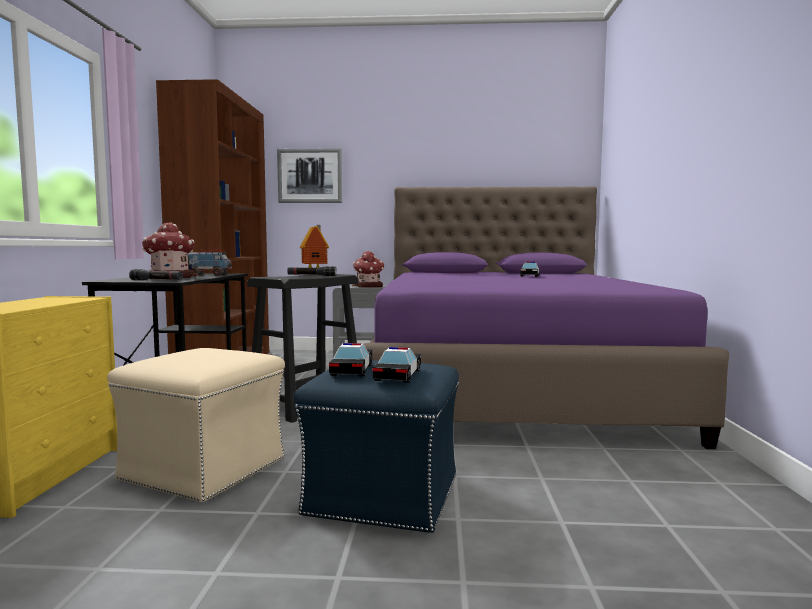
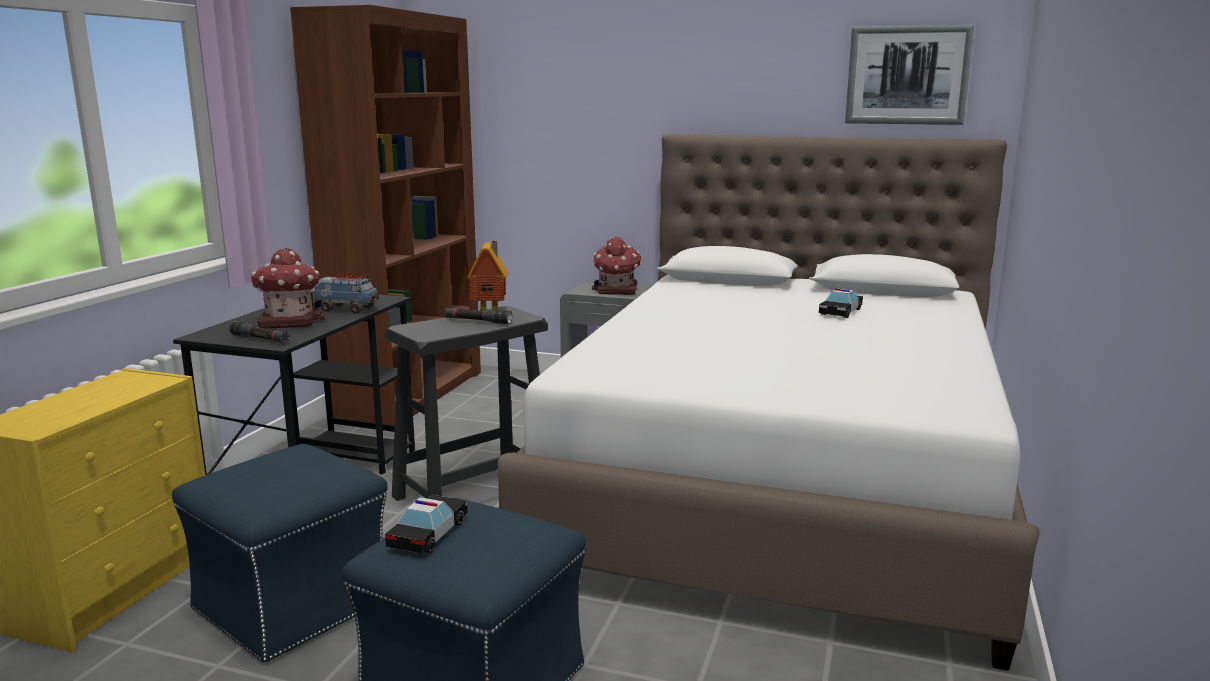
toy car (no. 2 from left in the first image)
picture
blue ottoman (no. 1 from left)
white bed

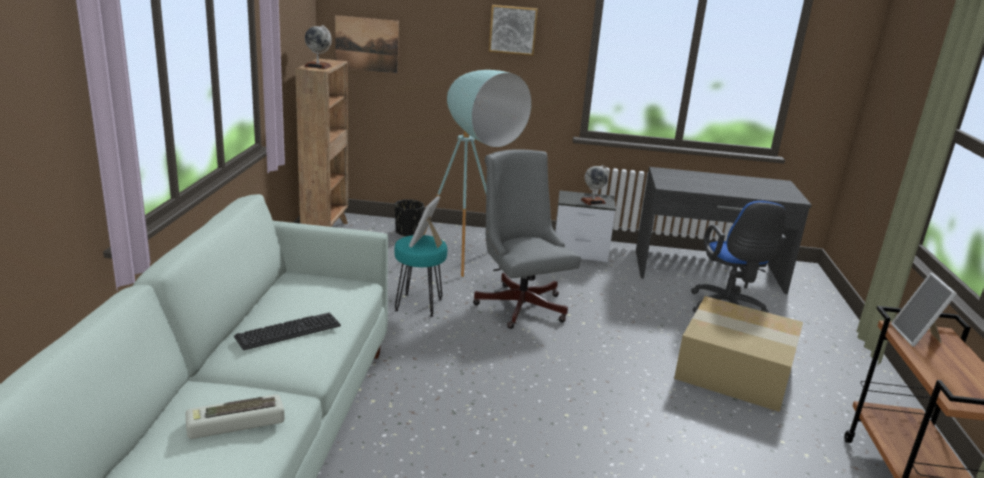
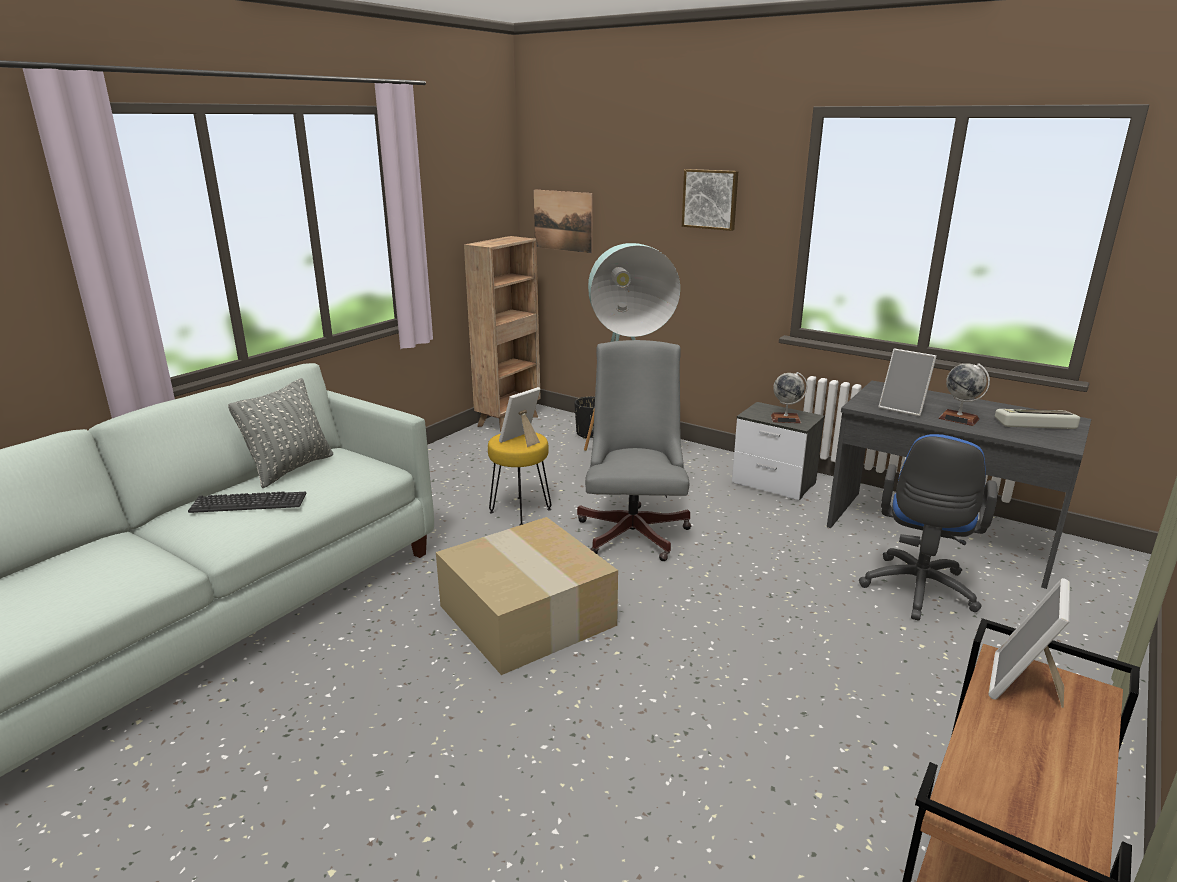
grey pillow
picture frame (no. 2 from left)
keyboard (no. 2 from left)
globe (no. 2 from left)
cardboard box
yellow stool

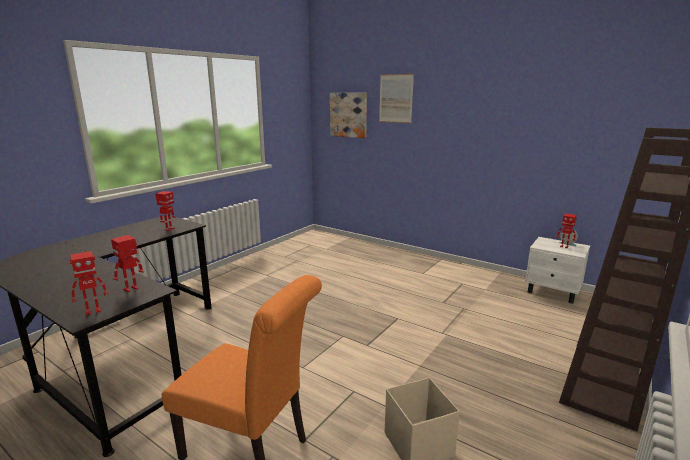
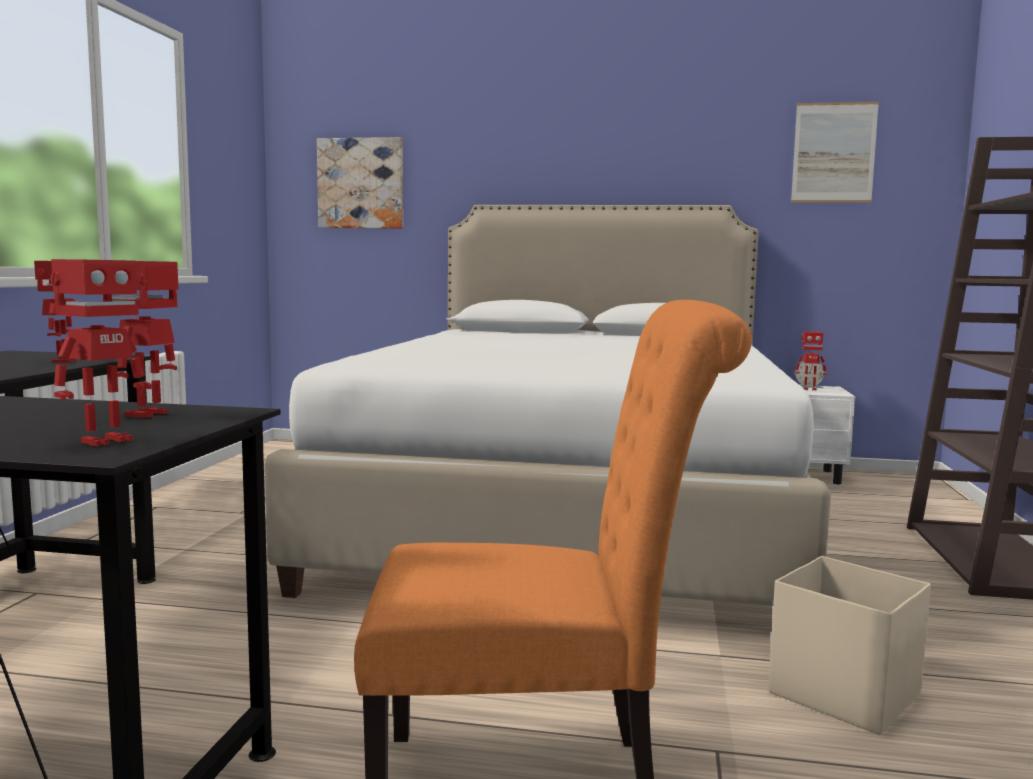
white bed
picture (no. 2 from left)

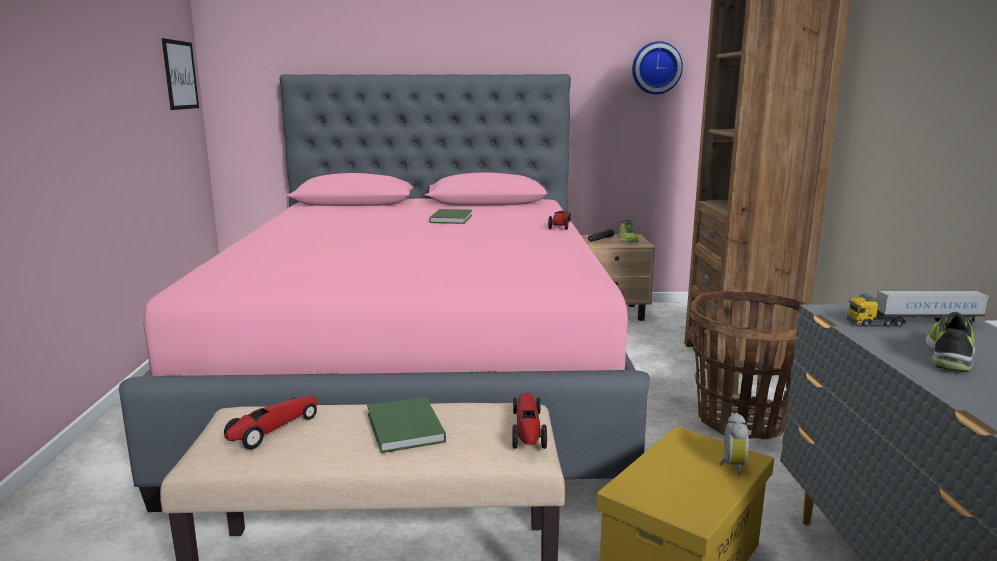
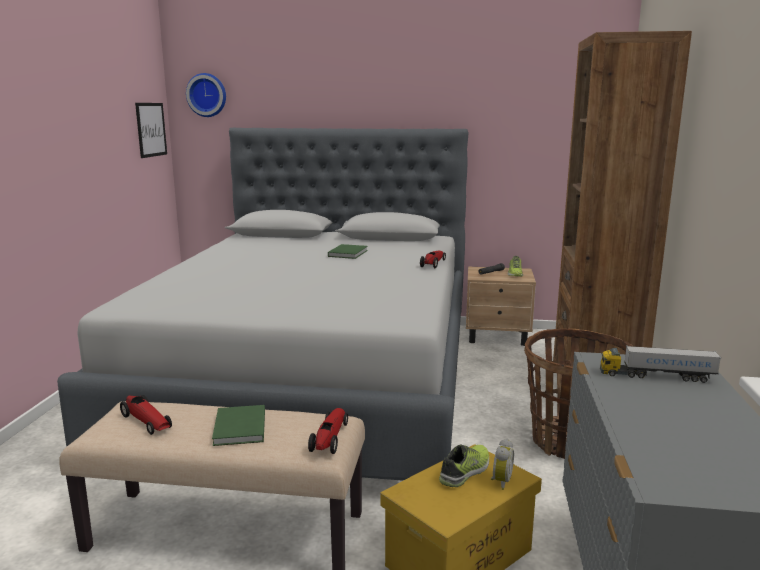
wall clock
shoe (no. 1 from left)
grey bed
toy car (no. 1 from left)

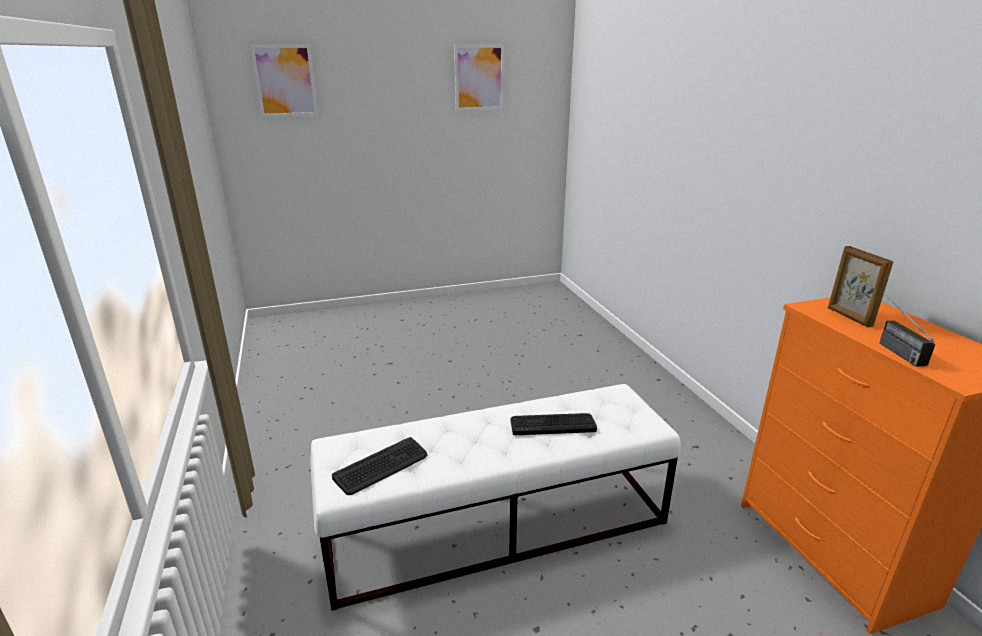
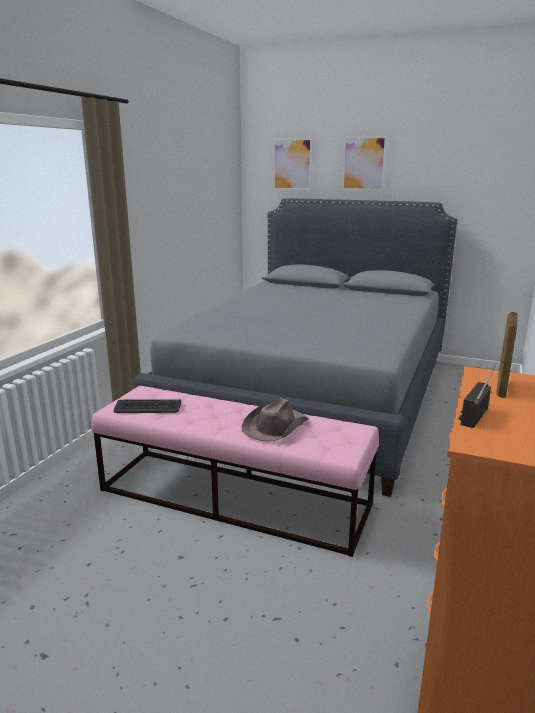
grey bed
picture (no. 2 from left)
brown hat
pink bench

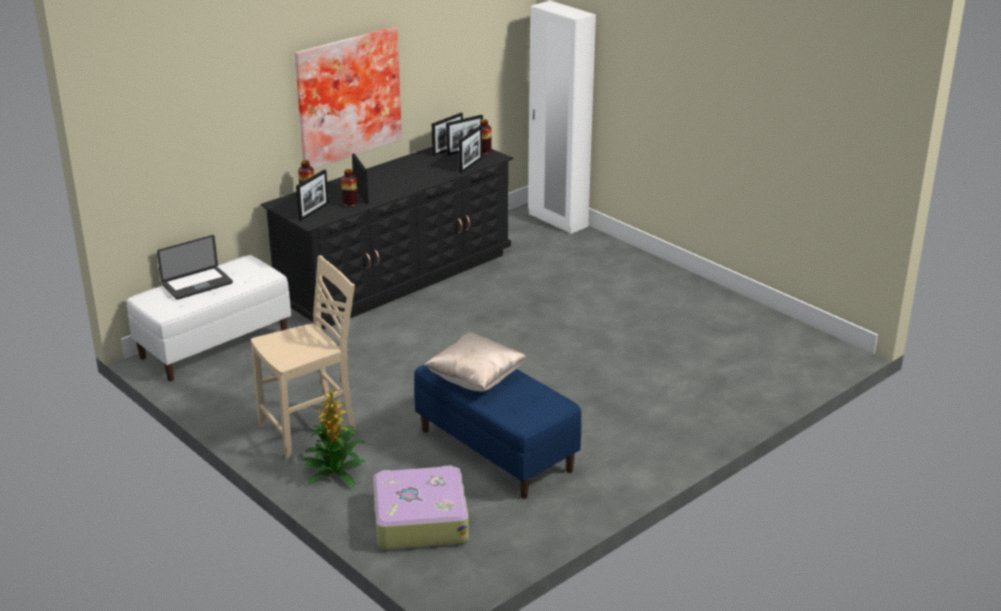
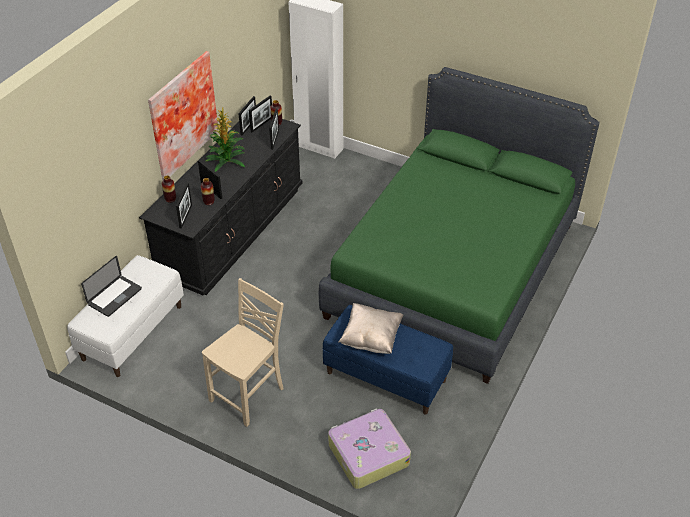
green bed
potted plant

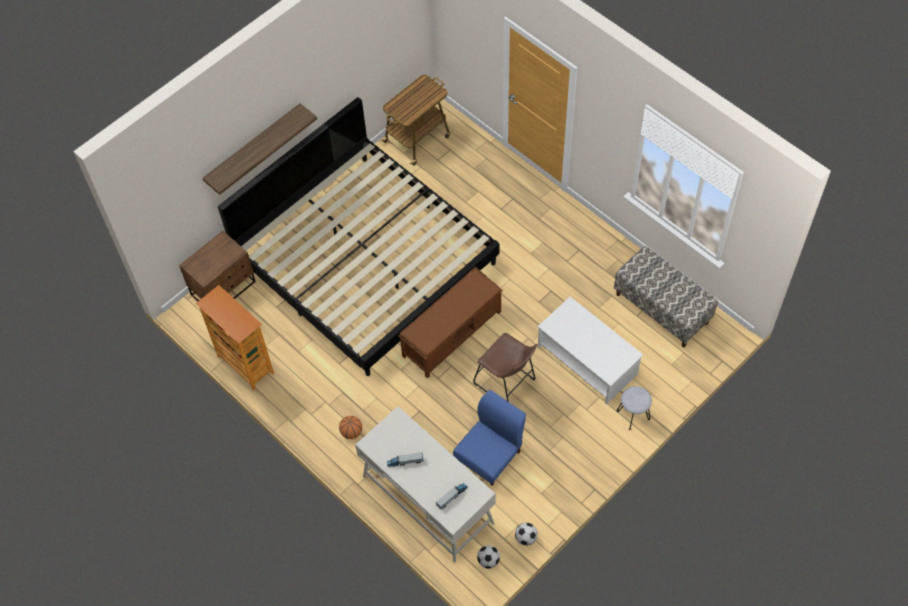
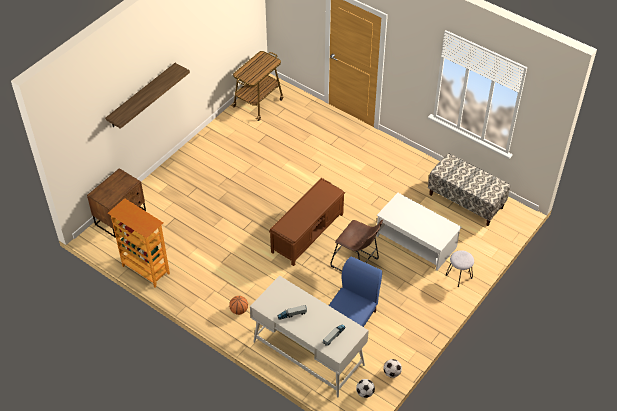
bed

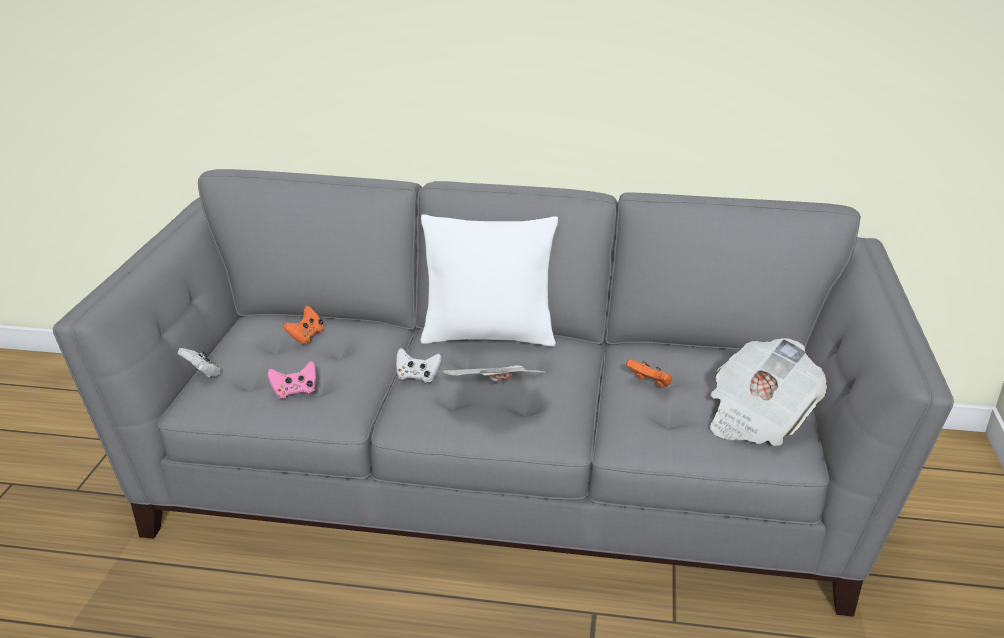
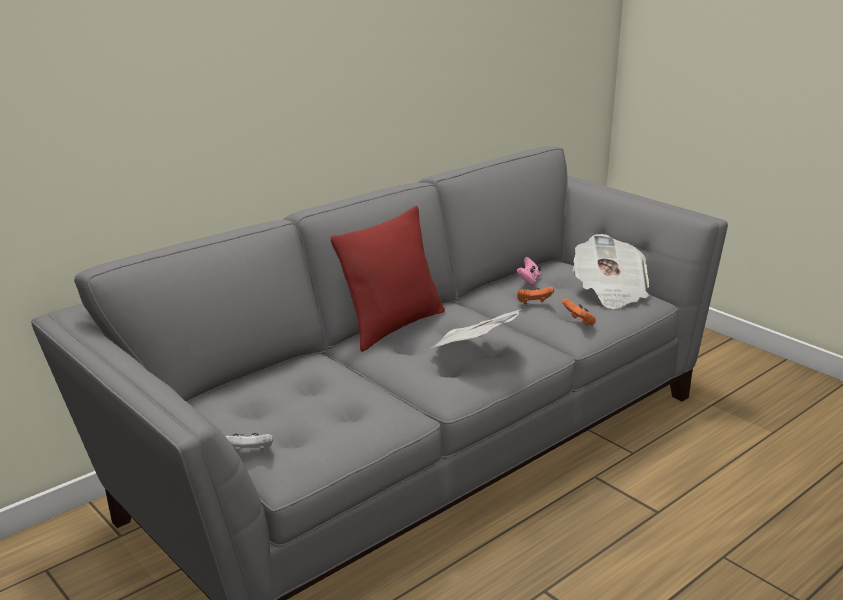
white game controller (no. 2 from left in the first image)
pink game controller
orange game controller (no. 2 from left)
red pillow

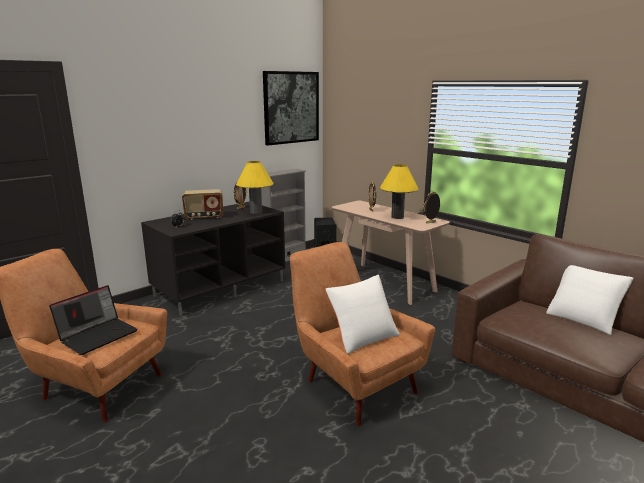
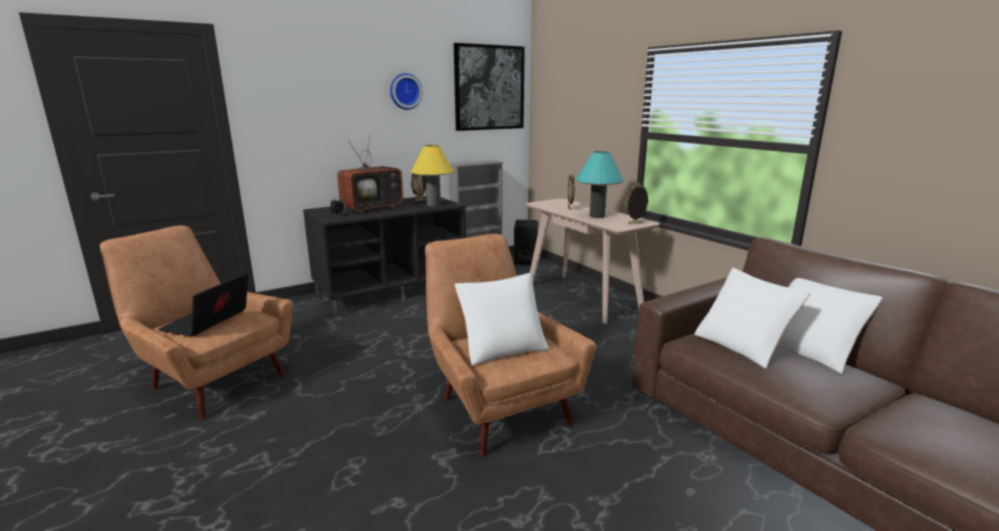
wall clock
white pillow (no. 2 from left)
television
turquoise table lamp
laptop

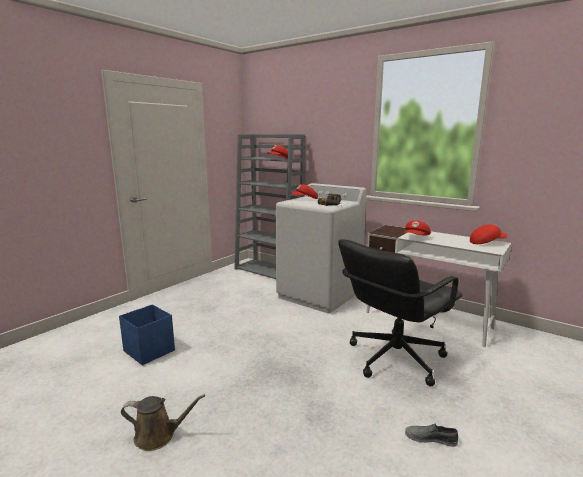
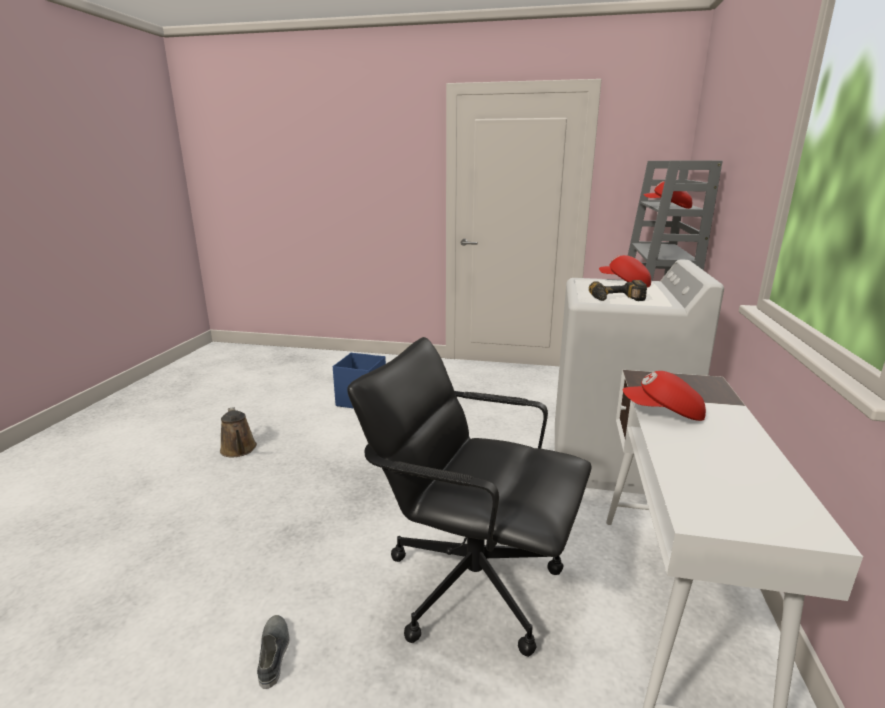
red cap (no. 4 from left in the first image)

